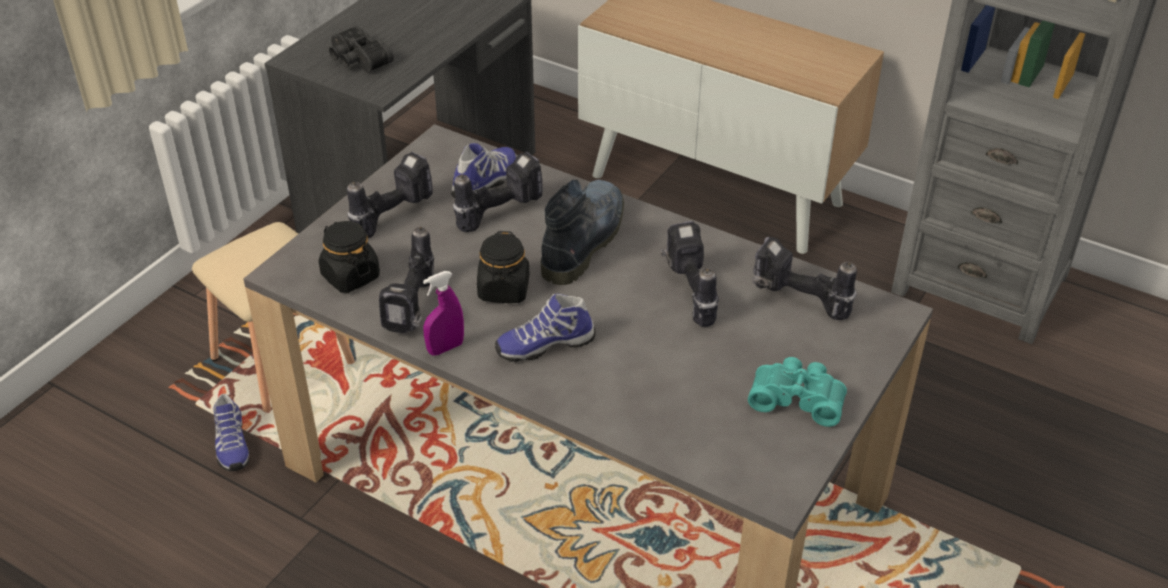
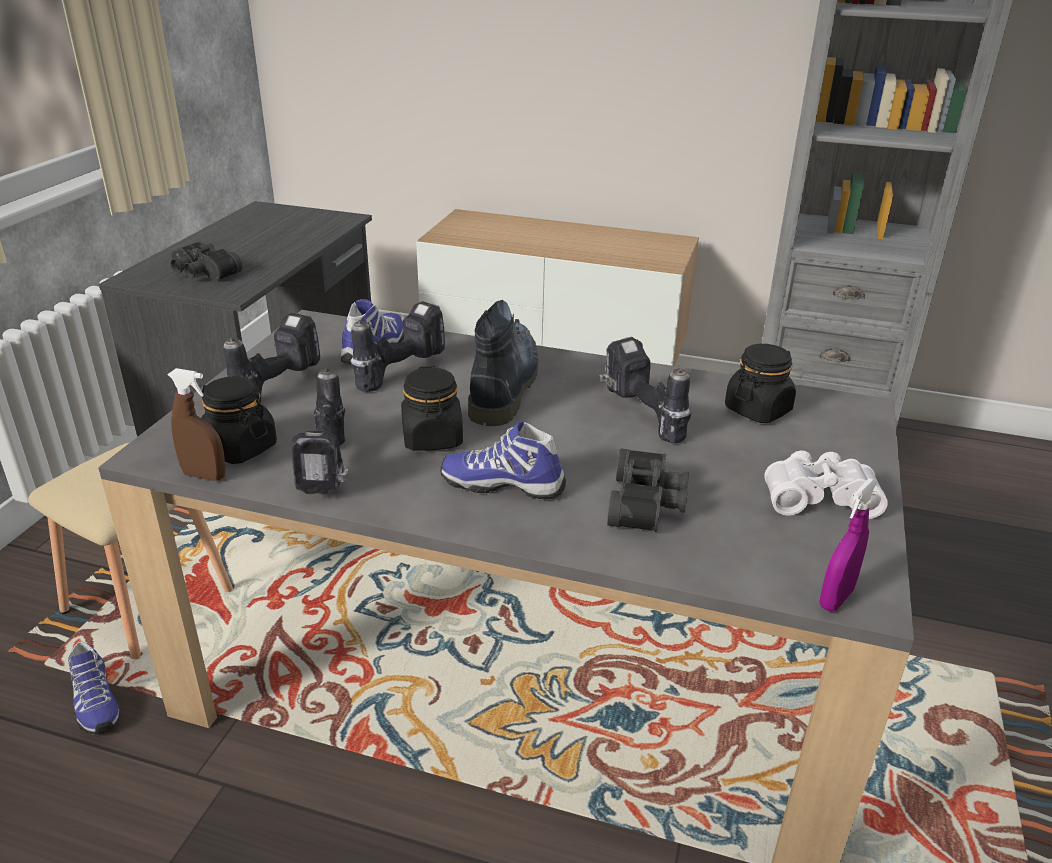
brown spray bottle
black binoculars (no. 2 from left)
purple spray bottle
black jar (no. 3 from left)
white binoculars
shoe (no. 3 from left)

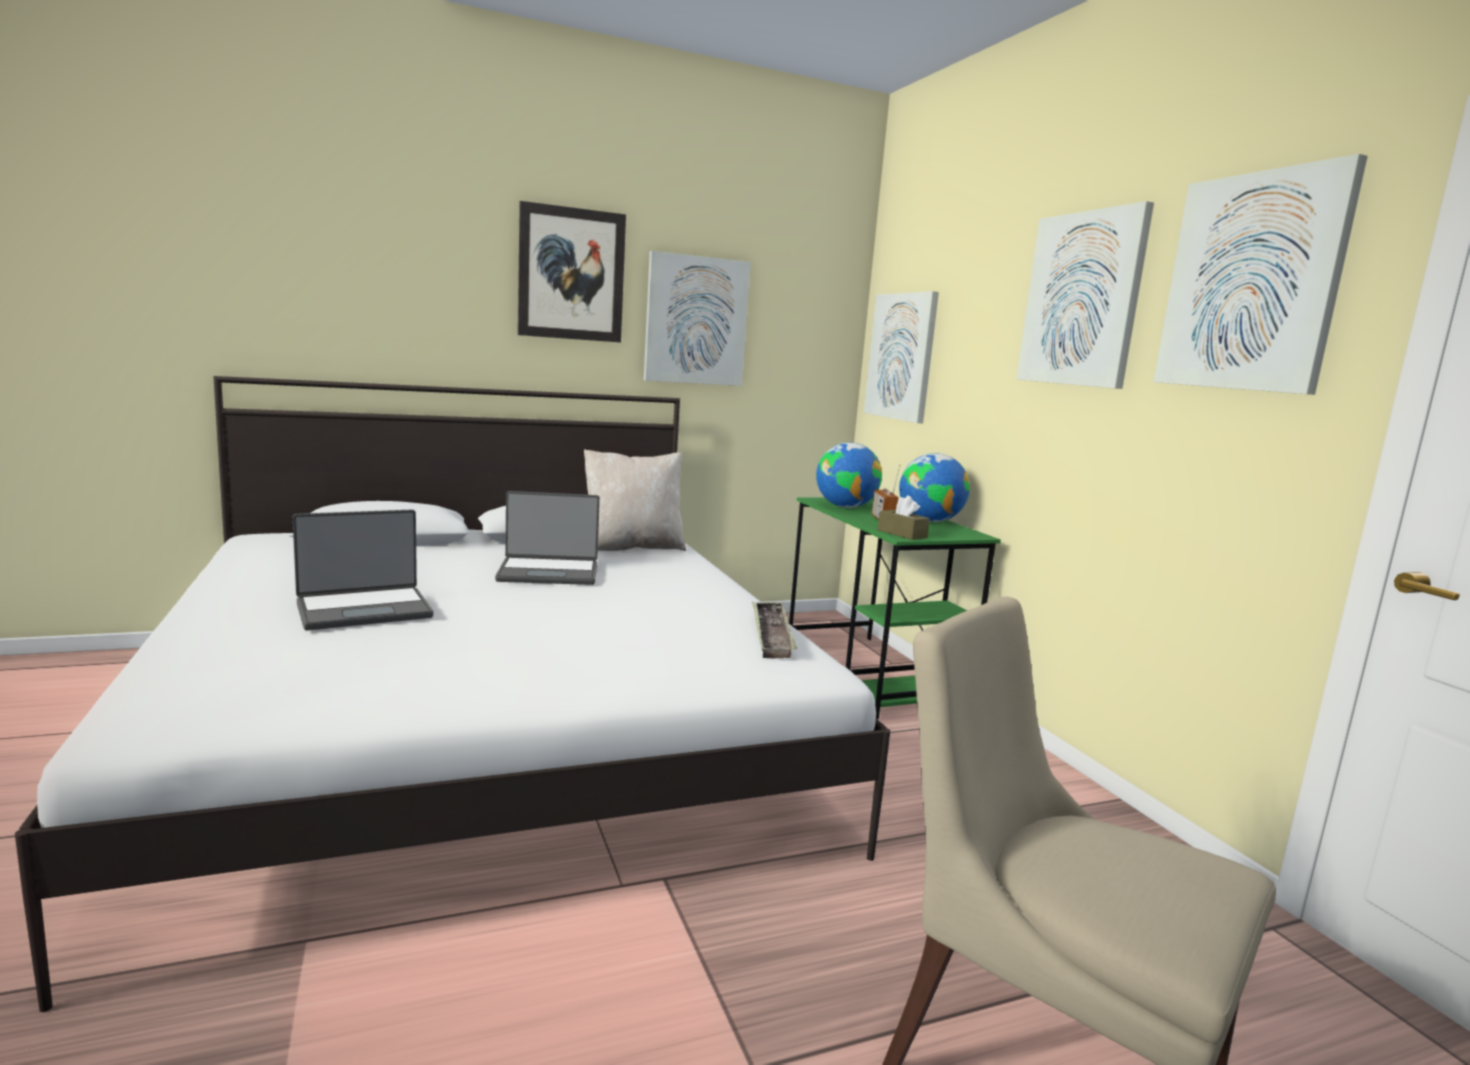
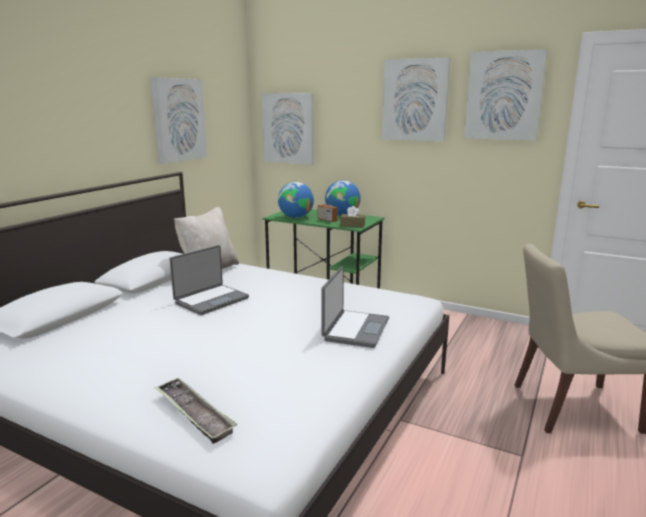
picture (no. 1 from left in the first image)
laptop (no. 2 from left)
tray

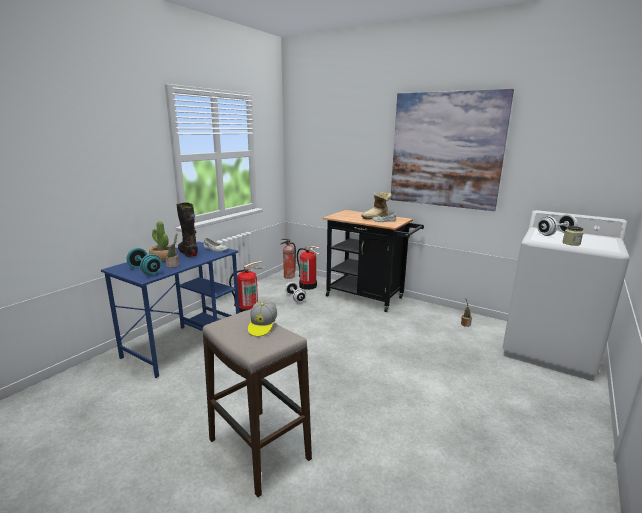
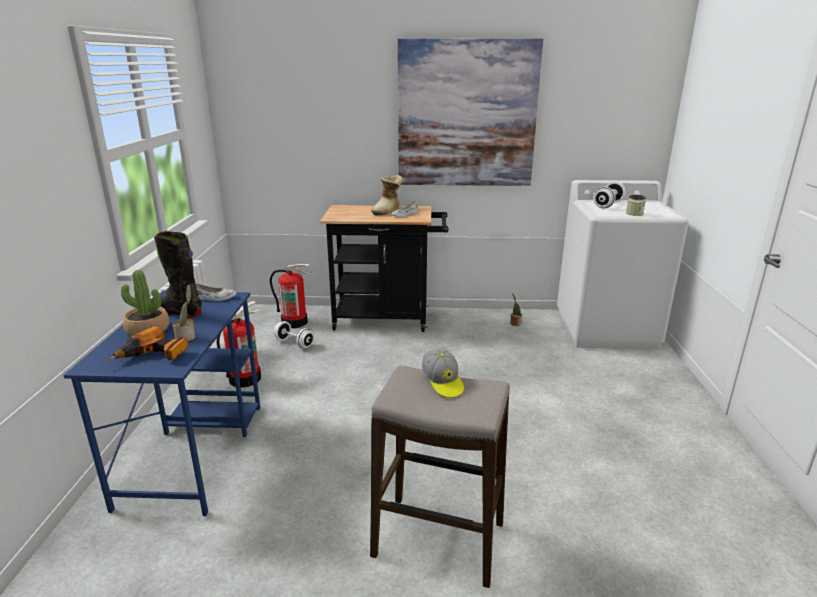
fire extinguisher (no. 2 from left in the first image)
power drill

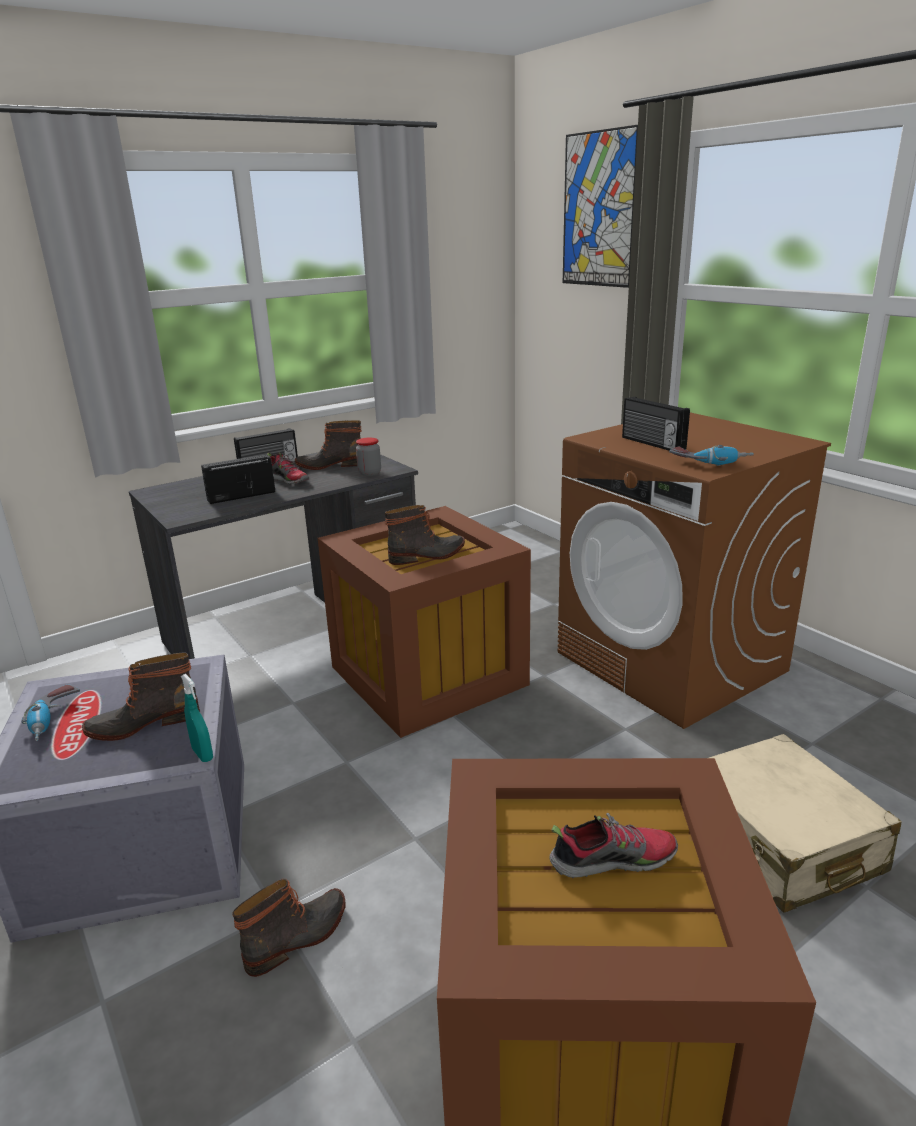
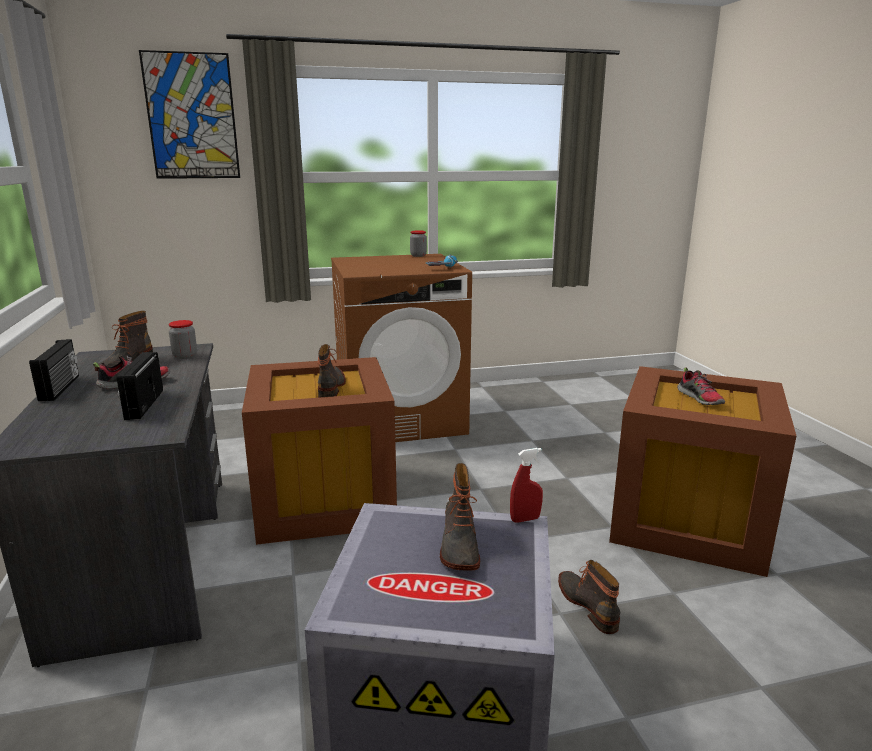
power drill (no. 1 from left in the first image)
radio (no. 3 from left in the first image)
beige suitcase
jar (no. 2 from left)
red spray bottle
shoe (no. 2 from left)

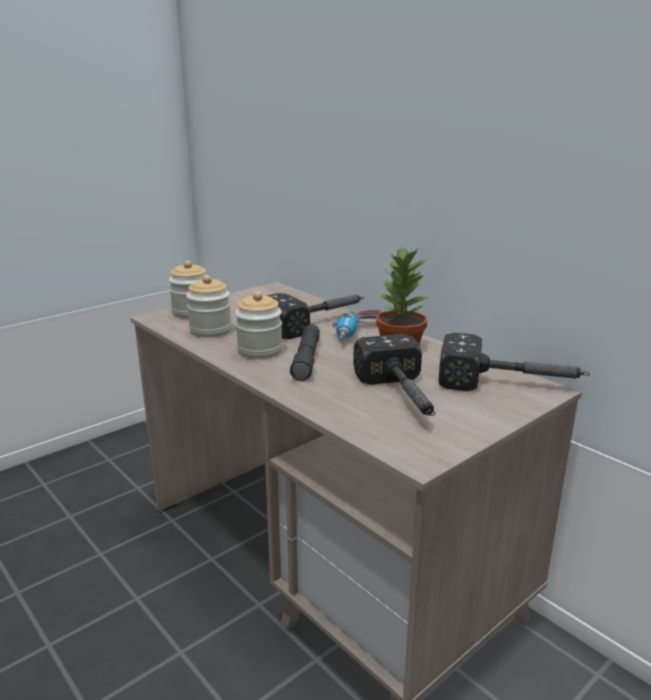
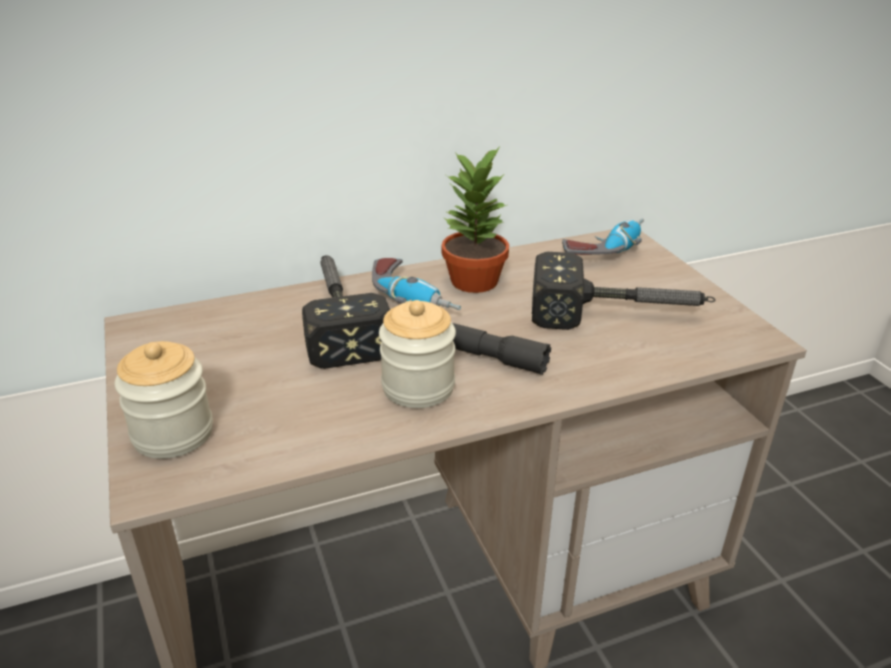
jar (no. 2 from left in the first image)
power drill (no. 2 from left)

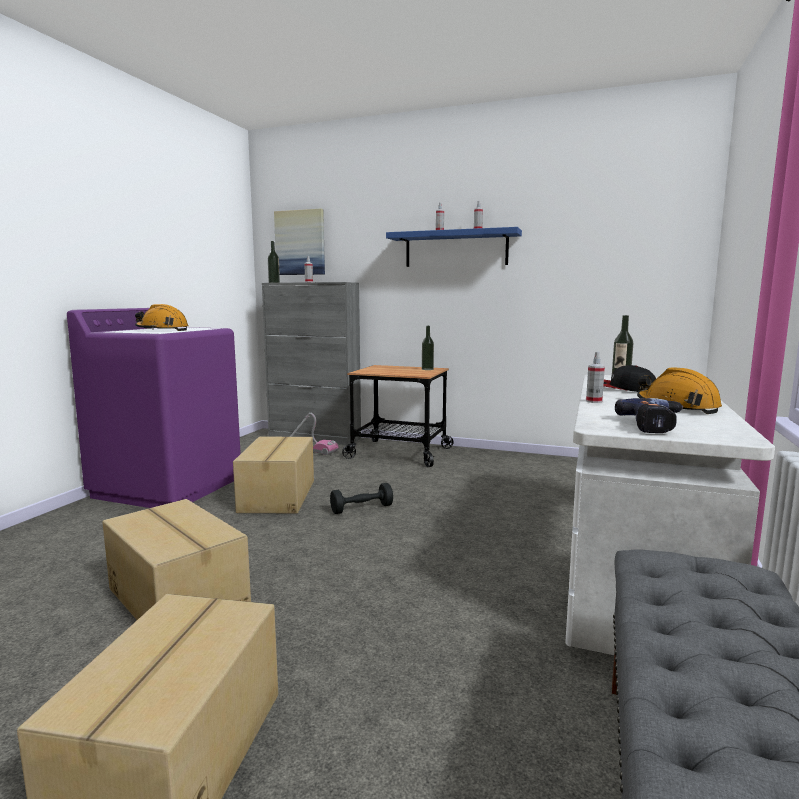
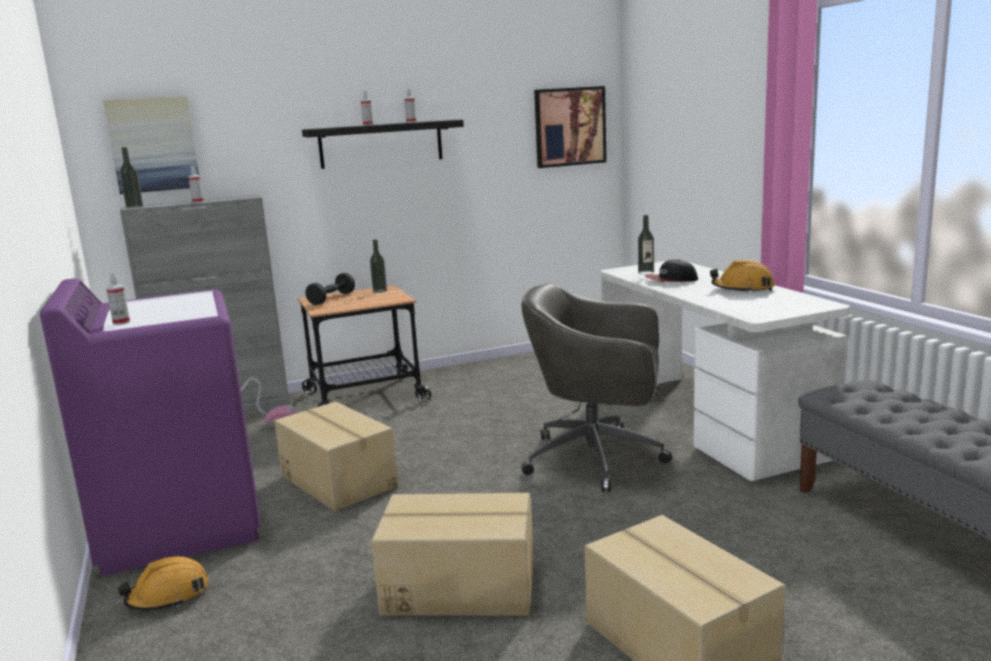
power drill
grey office chair
picture (no. 2 from left)
orange hard hat (no. 1 from left)
black dumbbell
spray bottle (no. 1 from left)
black shelf

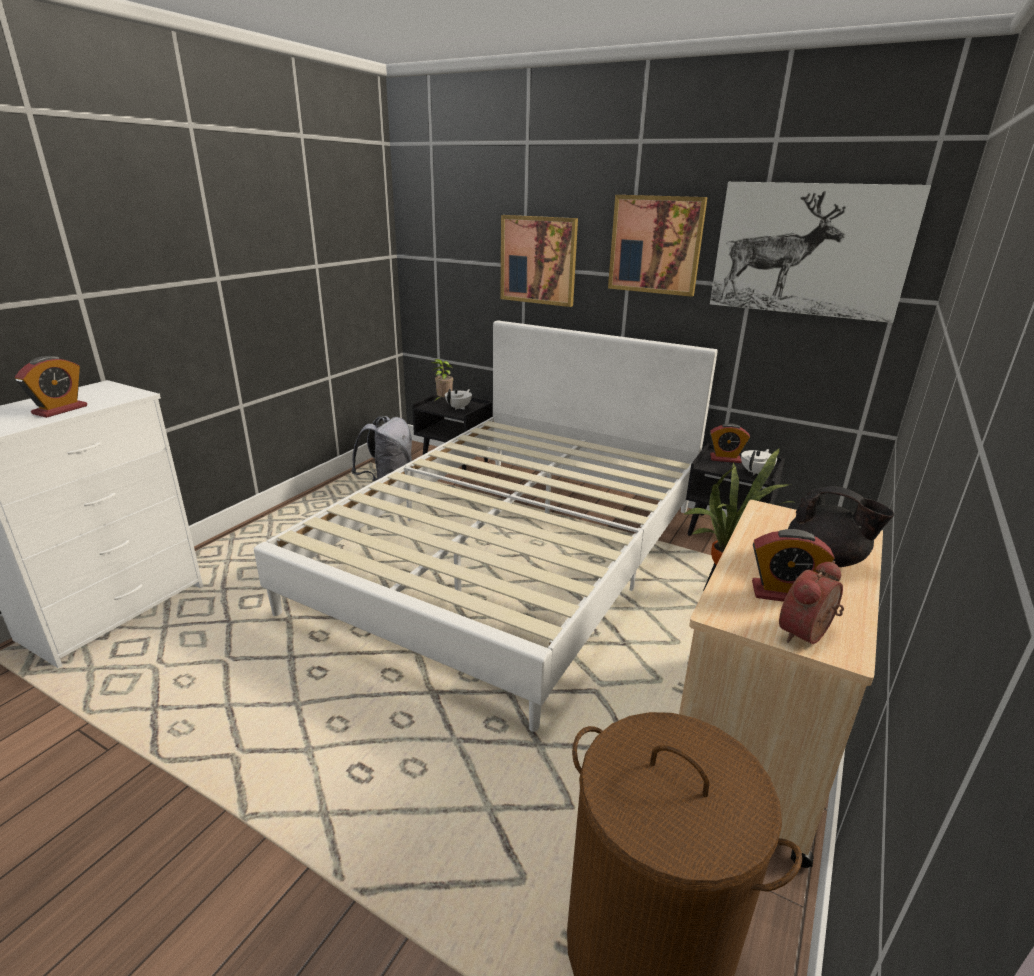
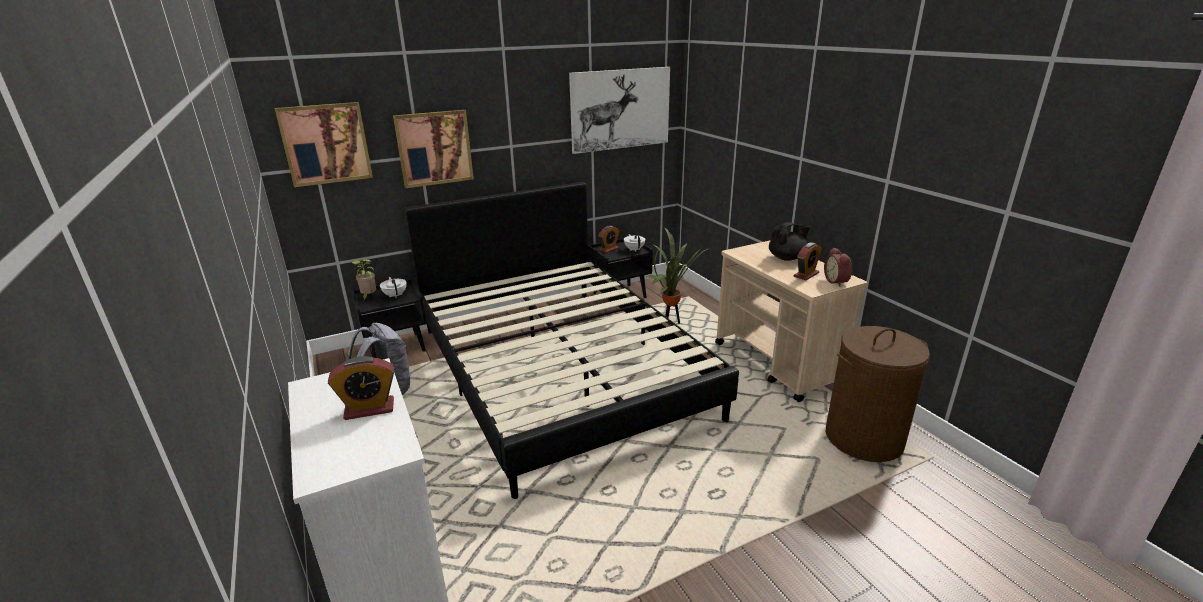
picture (no. 1 from left)
black bed
alarm clock (no. 1 from left)

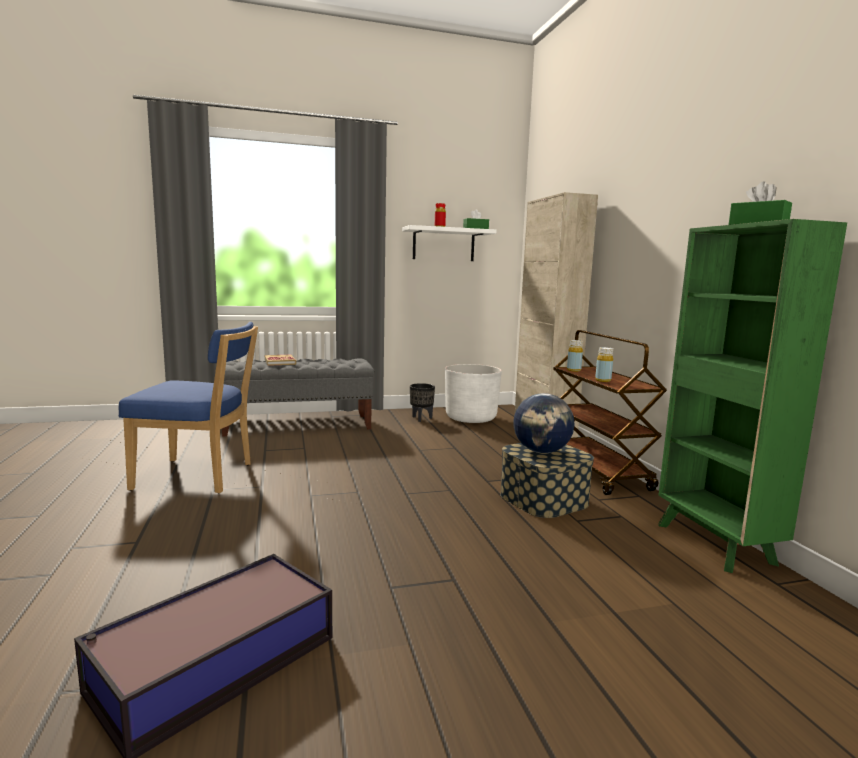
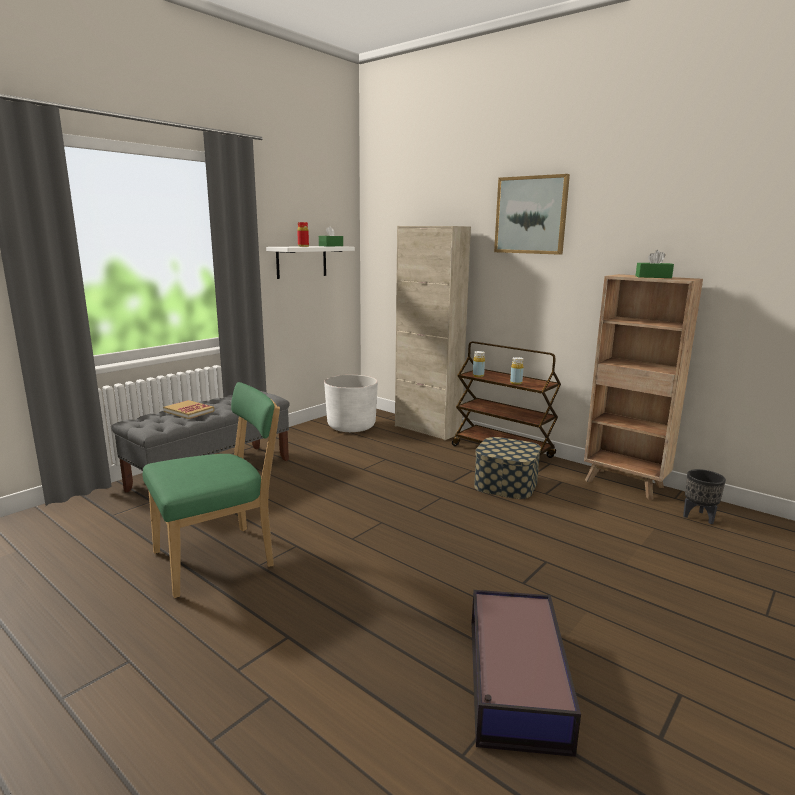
globe
picture
black planter
green chair
brown bookcase

